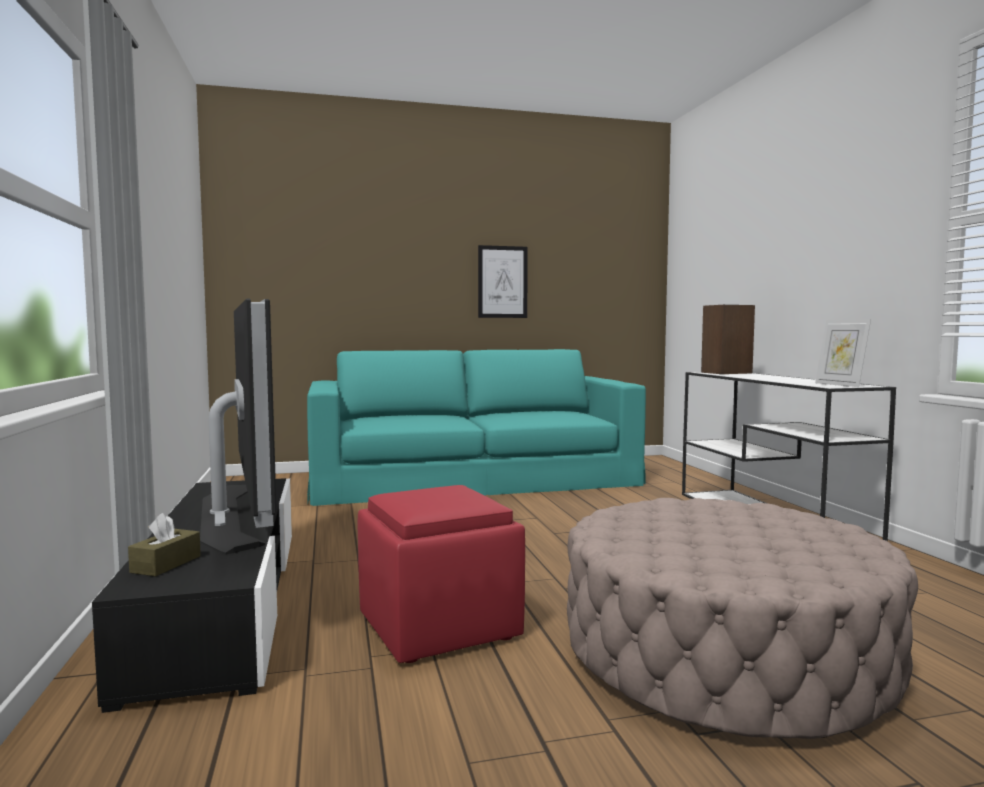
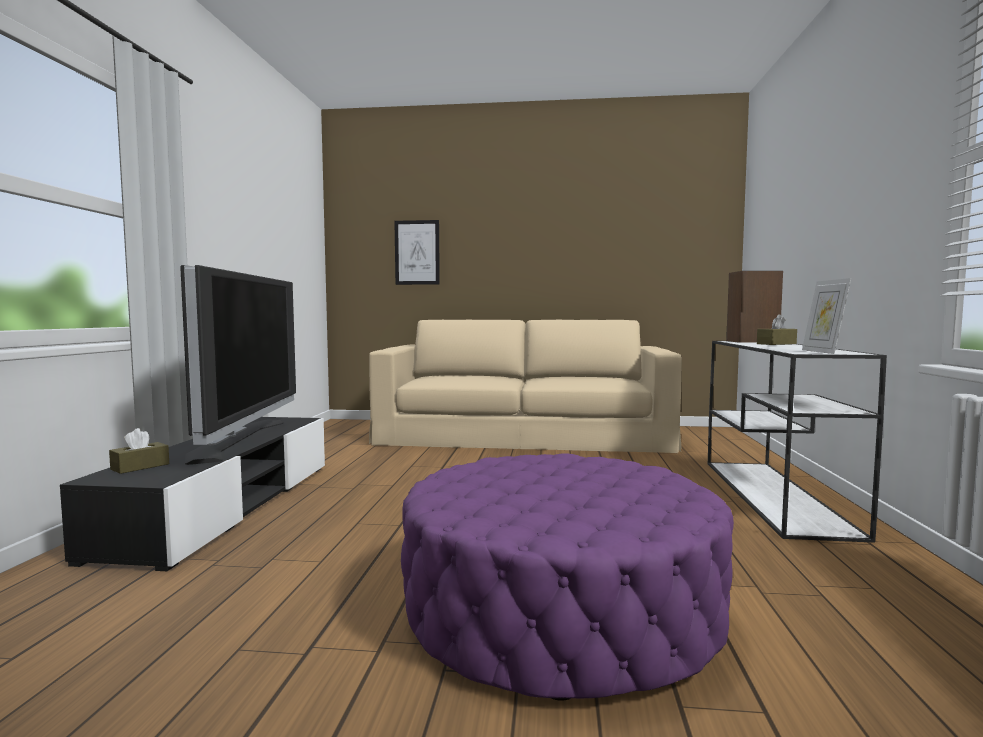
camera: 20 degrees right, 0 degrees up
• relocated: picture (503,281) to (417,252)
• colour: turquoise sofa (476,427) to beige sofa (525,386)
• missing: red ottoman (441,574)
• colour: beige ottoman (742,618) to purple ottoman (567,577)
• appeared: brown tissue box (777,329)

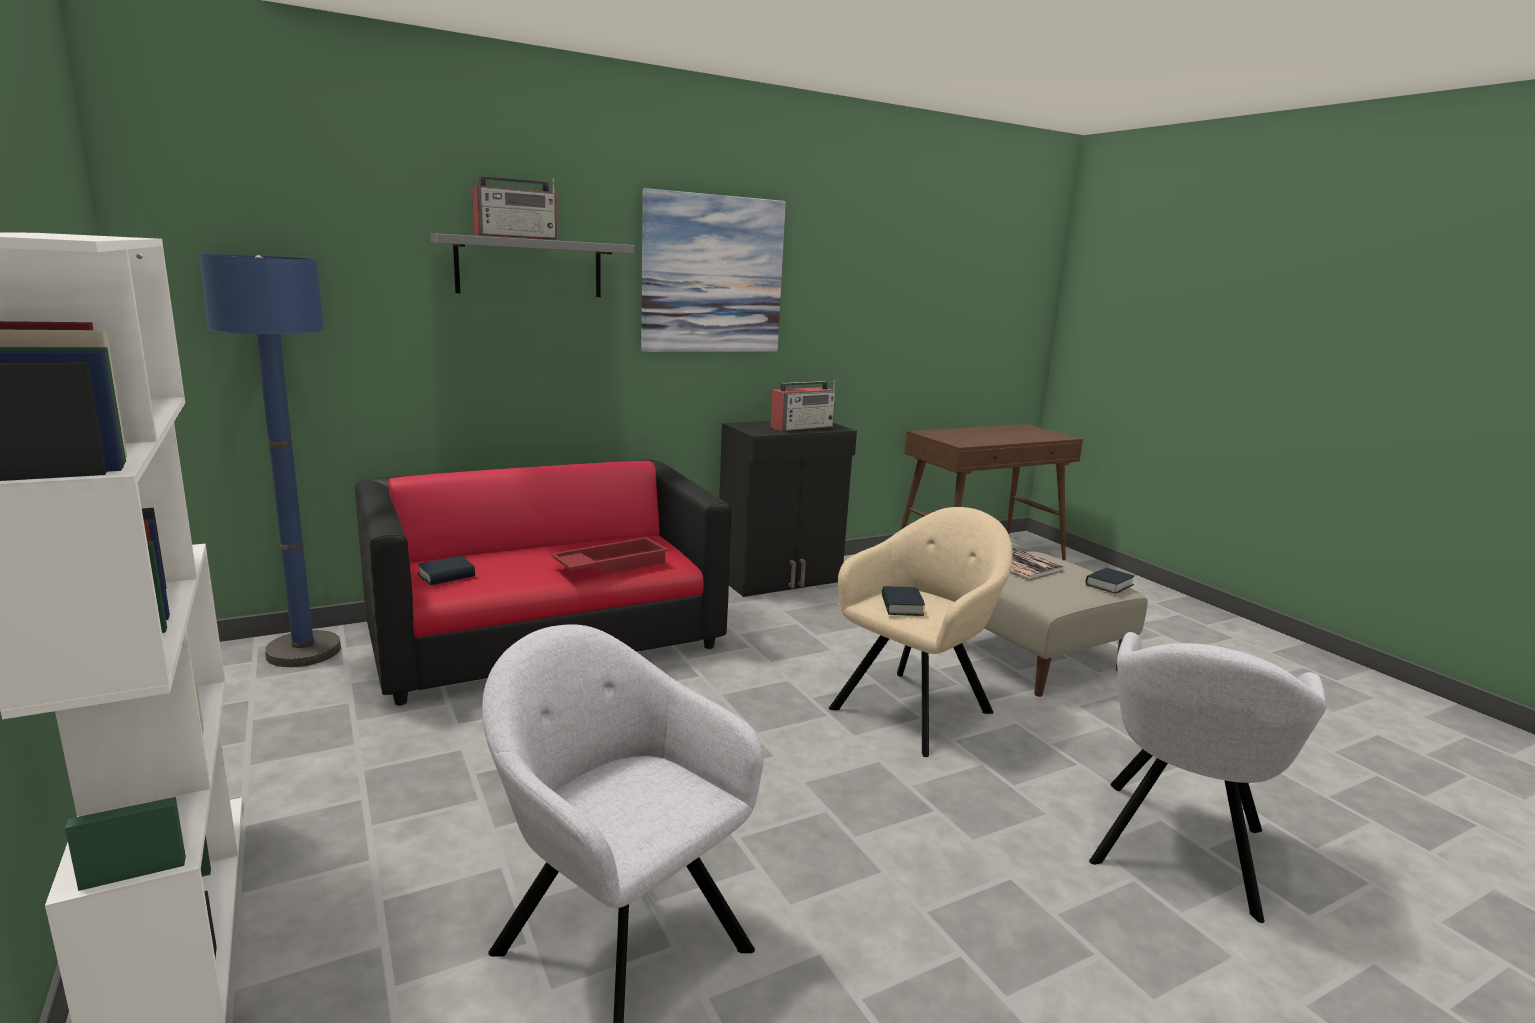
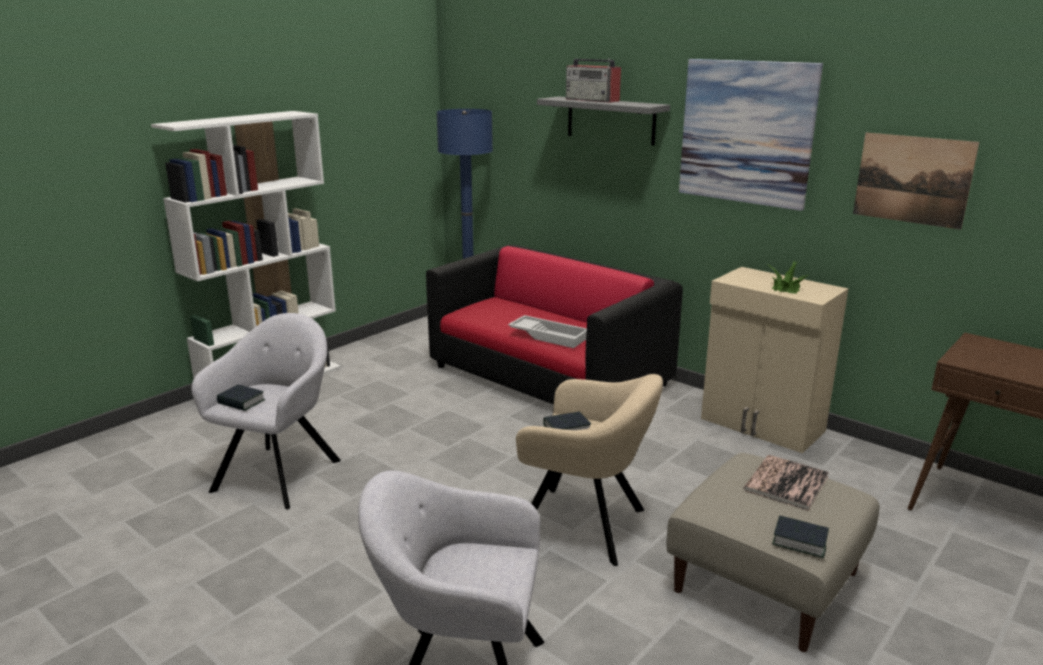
camera: 70 degrees right, 5 degrees up
• exchanged: radio (802,405) to potted plant (788,277)
• colour: black cabinet (788,509) to beige cabinet (775,360)
• colour: red tray (609,555) to white tray (547,331)
• relocated: book (446,570) to (241,398)
• appeared: picture (916,181)

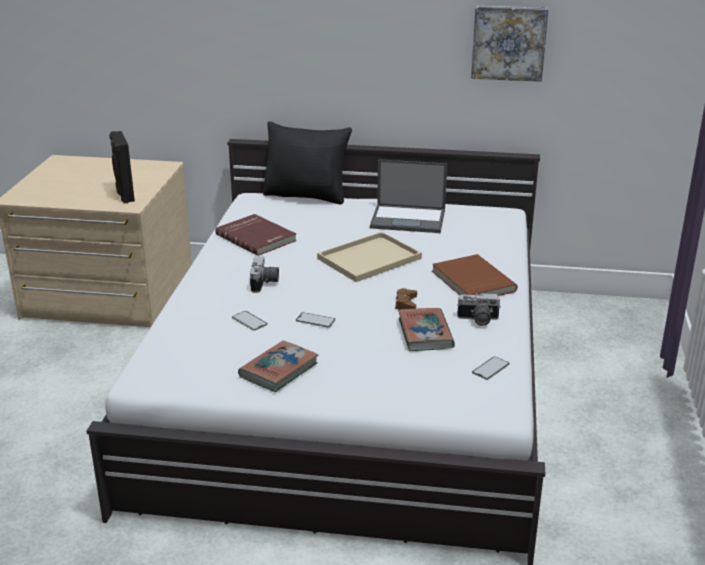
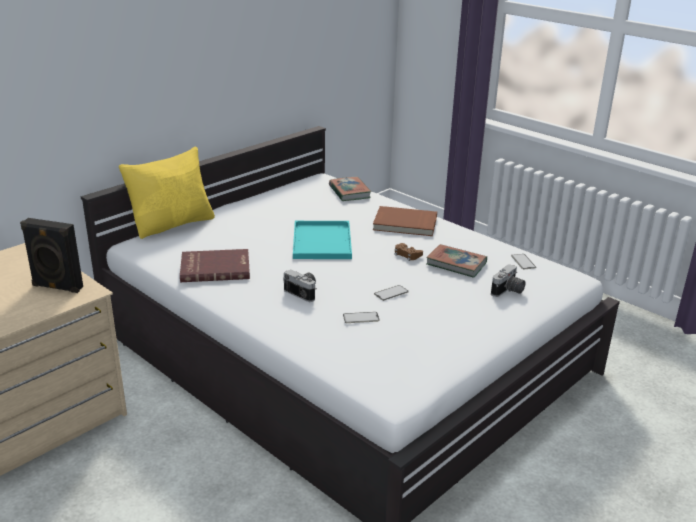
camera: 55 degrees left, 0 degrees up
• missing: picture (509,44)
• colour: black pillow (307,163) to yellow pillow (167,192)
• missing: laptop (408,196)
• colour: beige tray (369,257) to turquoise tray (322,240)
• relocated: photo camera (479,309) to (508,280)
• relocated: book (278,366) to (350,189)

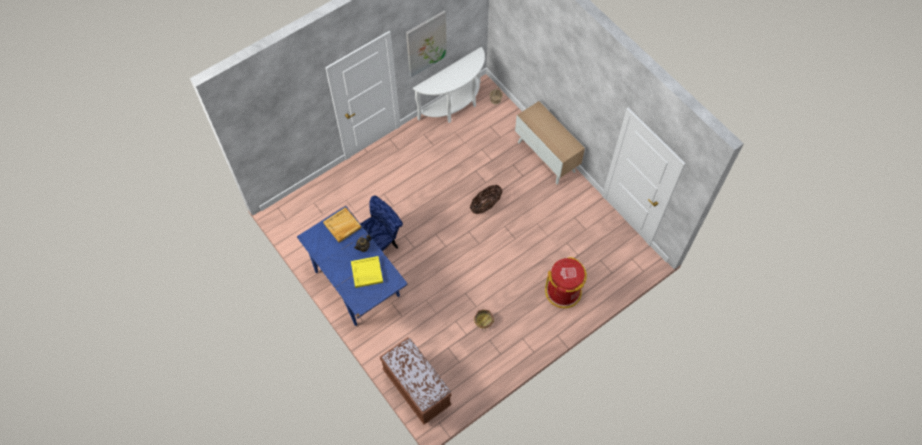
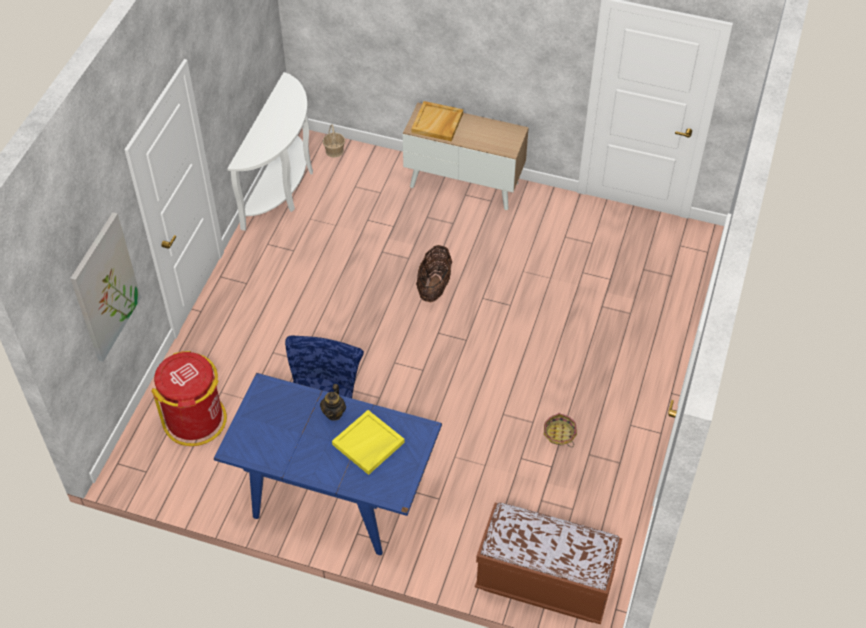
camera: 35 degrees left, 10 degrees down
• relocated: picture (426,44) to (105,287)
• relocated: beige tray (342,224) to (437,121)
• relocated: red trash can (566,282) to (189,398)

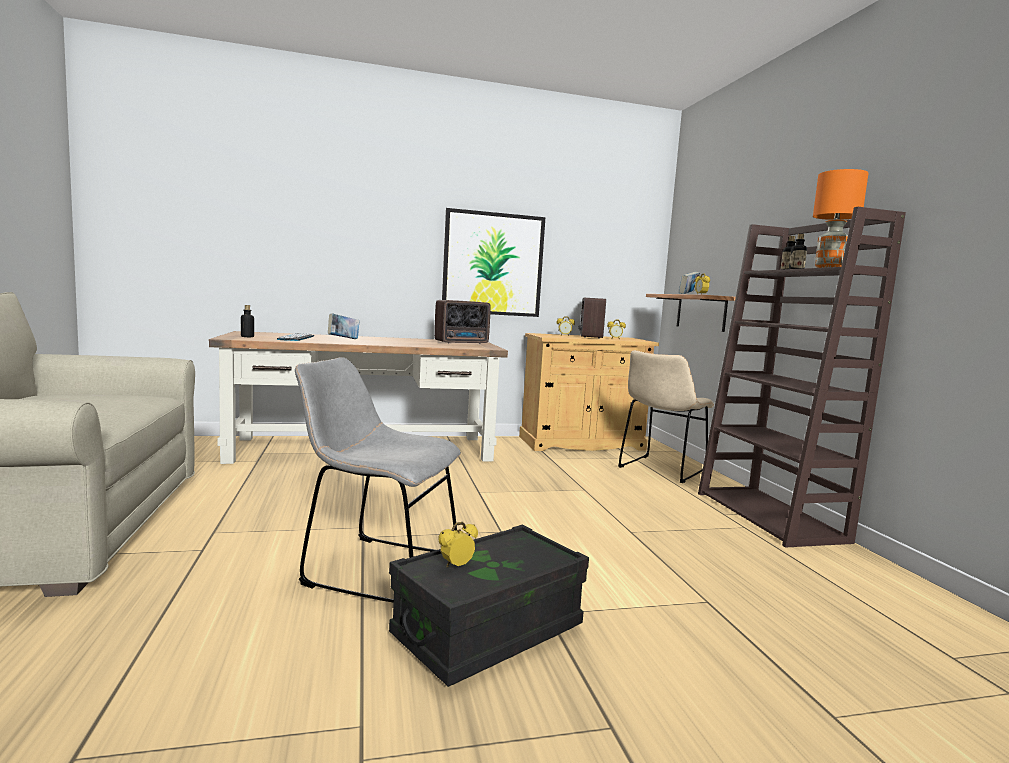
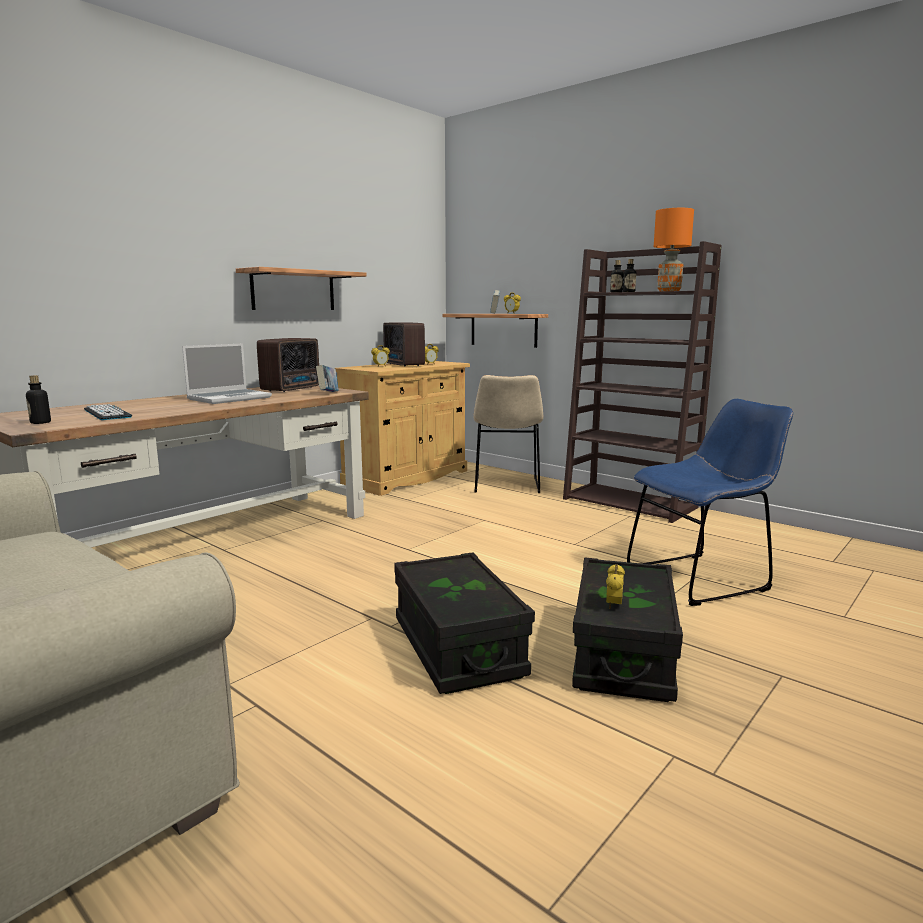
camera: 35 degrees left, 5 degrees up
• exchanged: picture (493,262) to shelf (301,288)
• relocated: book (344,326) to (327,378)
• exchanged: grey chair (378,480) to black storage box (464,623)
• appeared: laptop (227,373)
• appeared: blue chair (710,502)

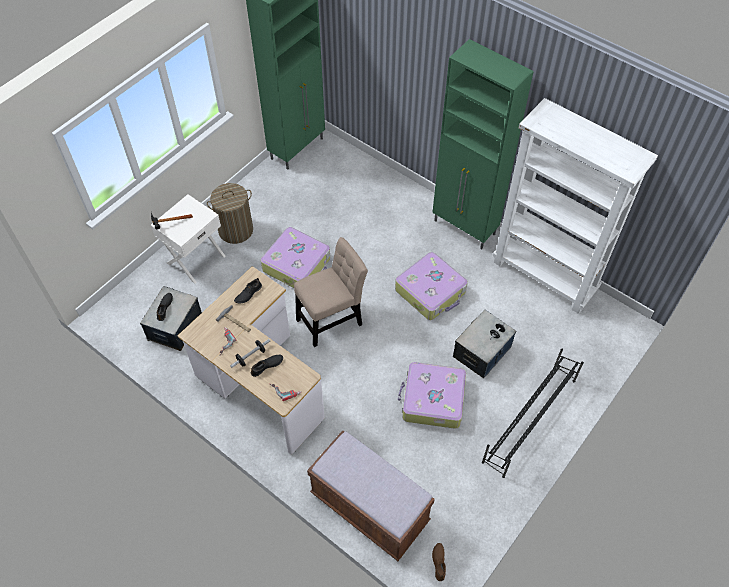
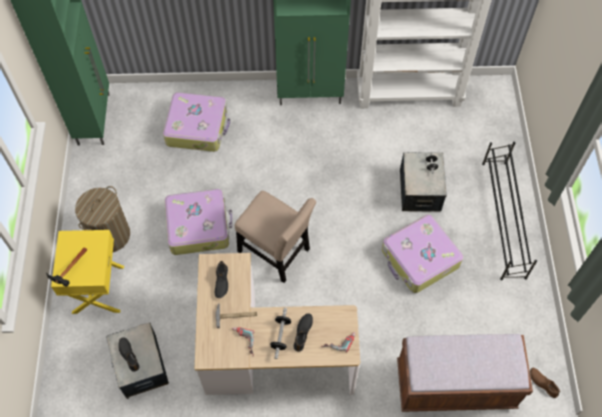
camera: 40 degrees left, 5 degrees up
• colour: white nightstand (188,238) to yellow nightstand (87,272)
• spun: beige chair (331,292) = (275,237) 105 degrees clockwise
• relocated: suitcase (431,286) to (196,122)

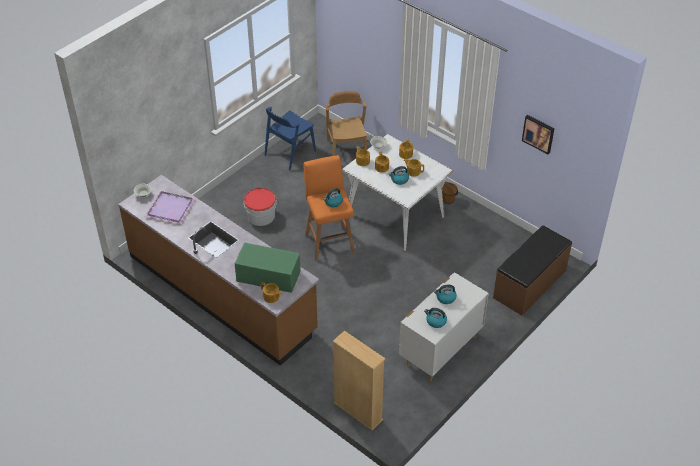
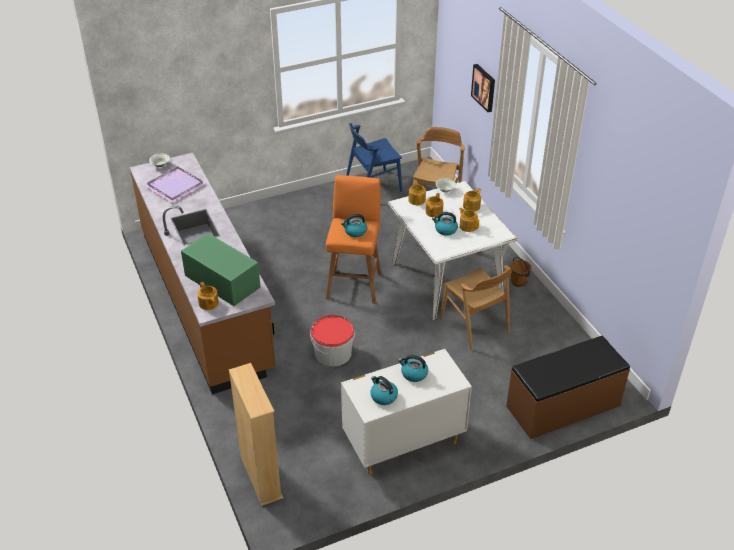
camera: 25 degrees right, 5 degrees down
• relocated: picture (538,134) to (483,88)
• relocated: bucket (260,207) to (332,340)
• appeared: brown chair (476,308)

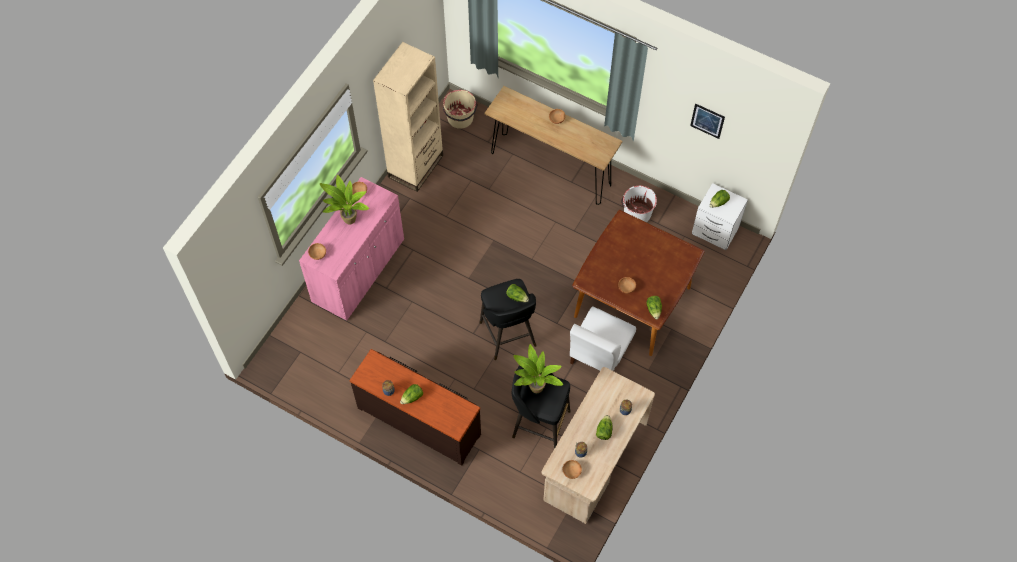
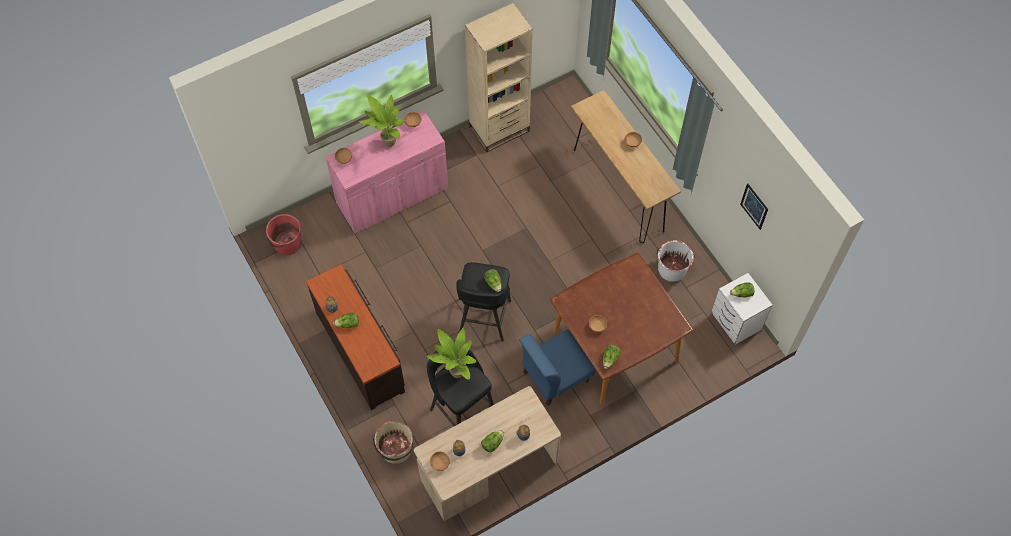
camera: 30 degrees right, 0 degrees up
• relocated: beige bucket (460,109) to (393,442)
• colour: white chair (603,338) to blue chair (557,368)
• appeared: red bucket (284,234)

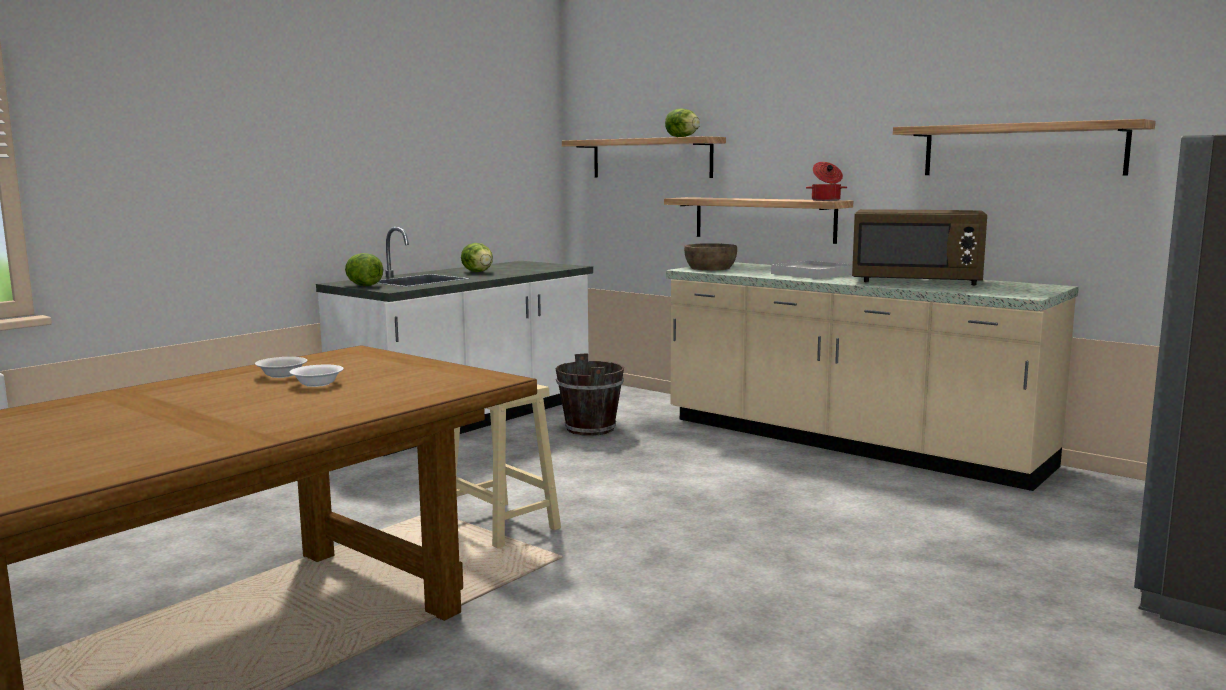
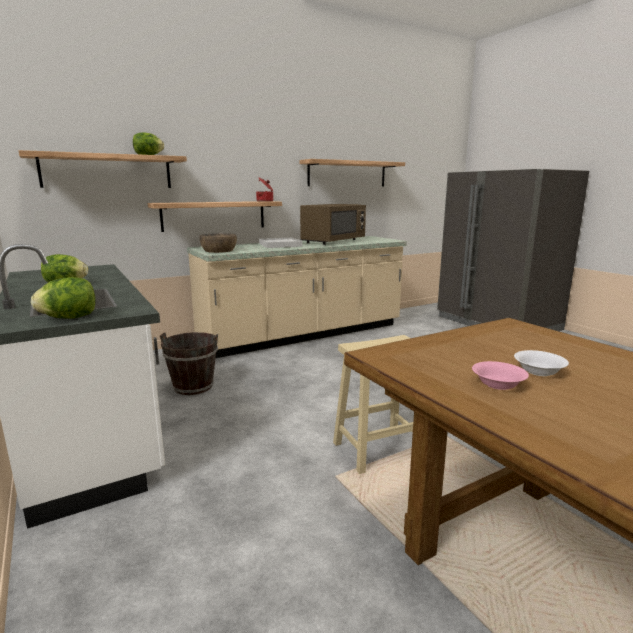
camera: 70 degrees left, 5 degrees up
• colour: white bowl (281,367) to pink bowl (500,375)

